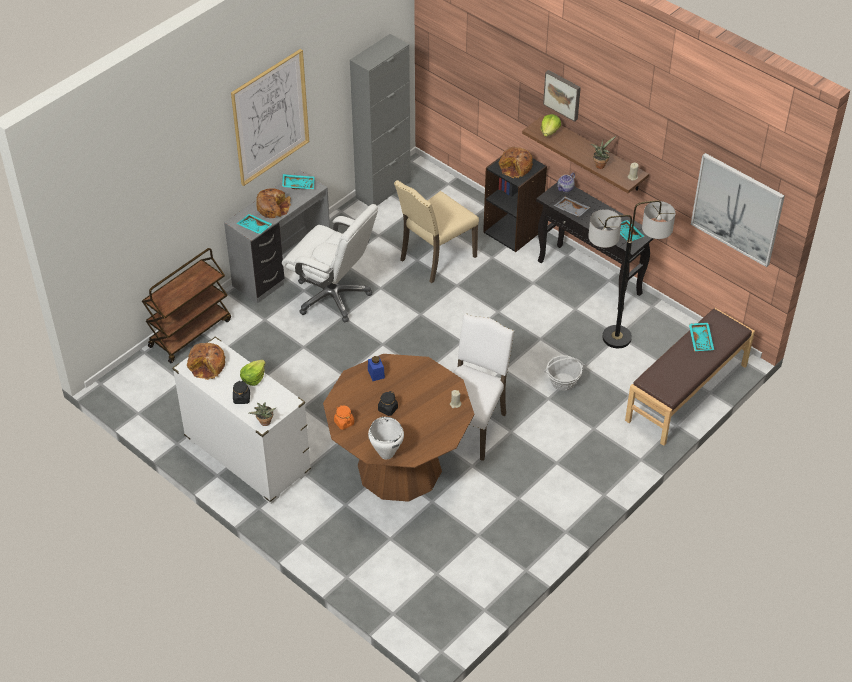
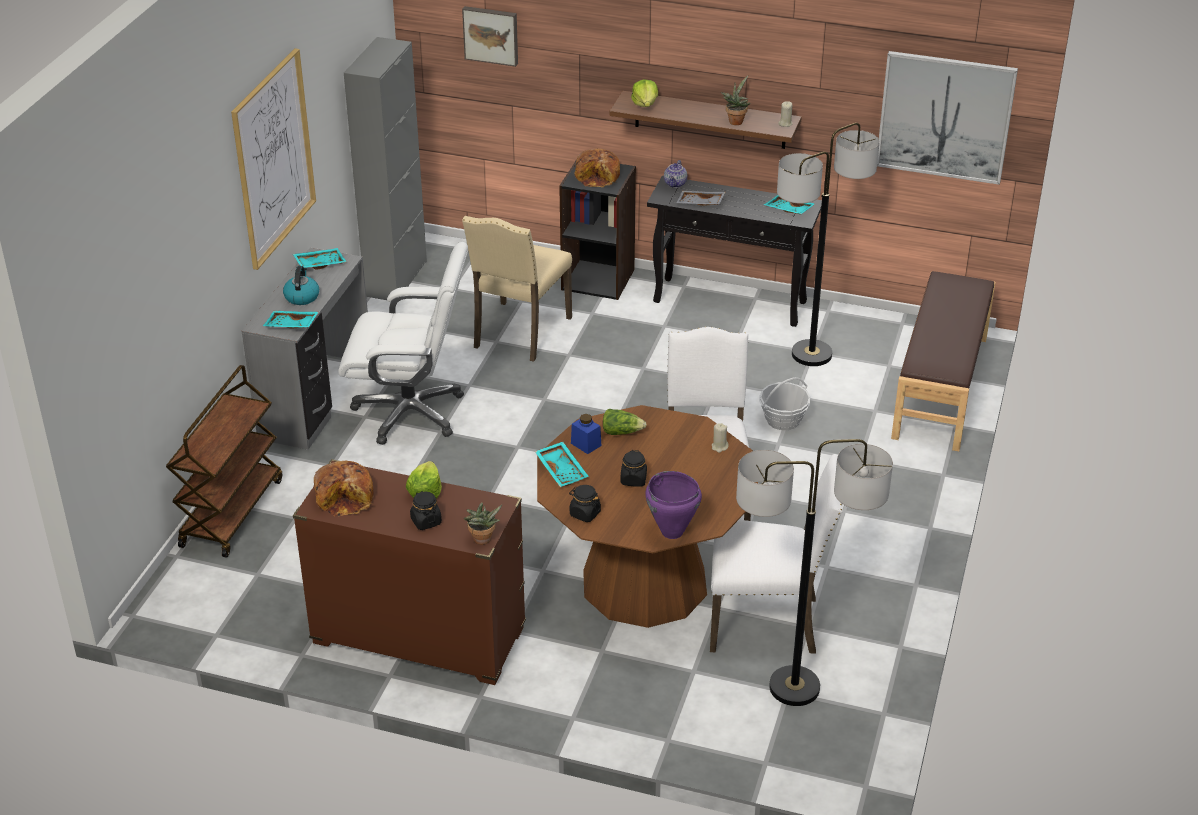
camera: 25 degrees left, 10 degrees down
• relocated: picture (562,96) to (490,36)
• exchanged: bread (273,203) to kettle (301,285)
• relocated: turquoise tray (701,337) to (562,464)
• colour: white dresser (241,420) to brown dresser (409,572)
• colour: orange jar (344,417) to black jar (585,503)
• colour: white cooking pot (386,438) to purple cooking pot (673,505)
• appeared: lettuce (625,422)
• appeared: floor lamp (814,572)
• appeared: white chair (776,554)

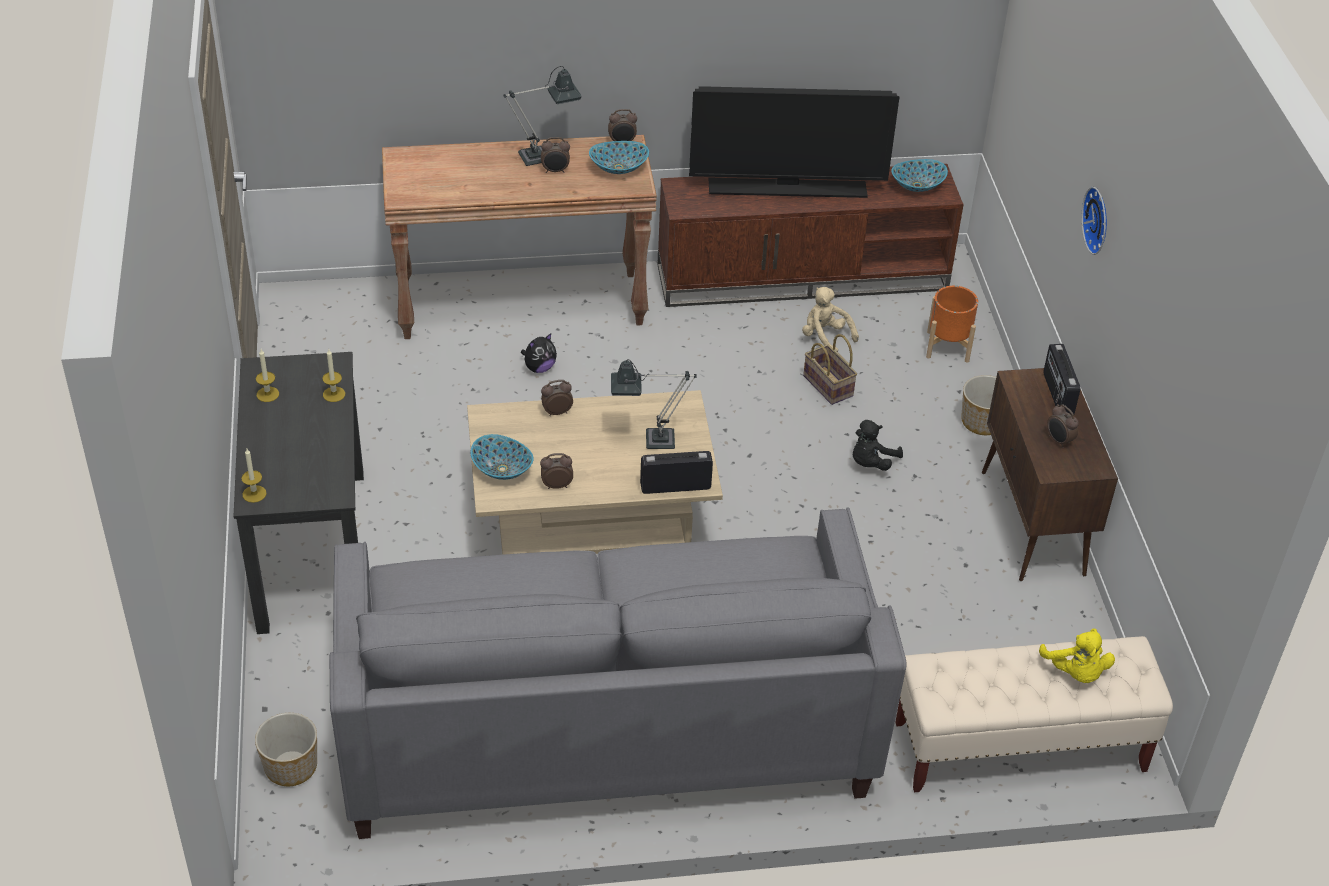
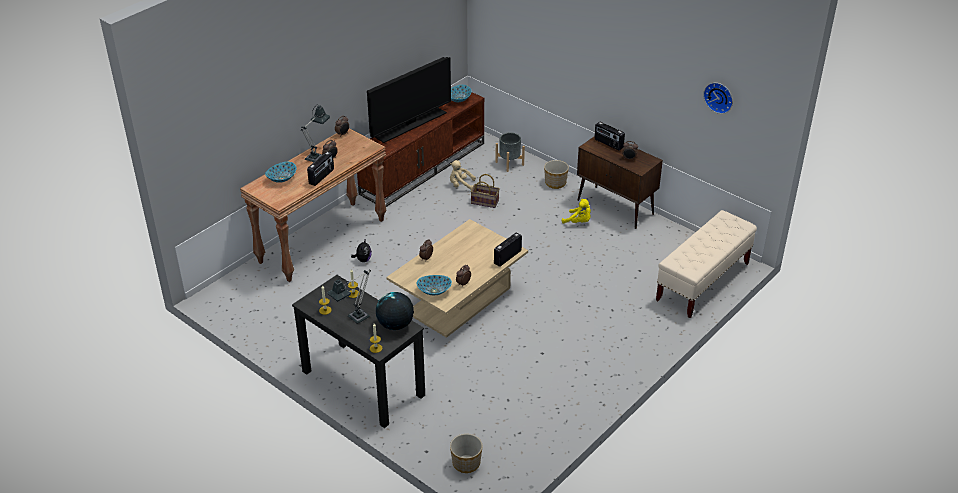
camera: 40 degrees left, 5 degrees down
• relocated: bowl (619,157) to (281,172)
• relocated: wall clock (1094,221) to (718,98)
• colour: orange planter (952,324) to grey planter (510,152)
• relocated: table lamp (654,404) to (349,297)
• missing: black plush toy (878,445)
• missing: grey sofa (618,673)
• relocated: yellow plush toy (1077,655) to (576,211)
• appeared: radio (320,169)
• appeared: globe (395,311)

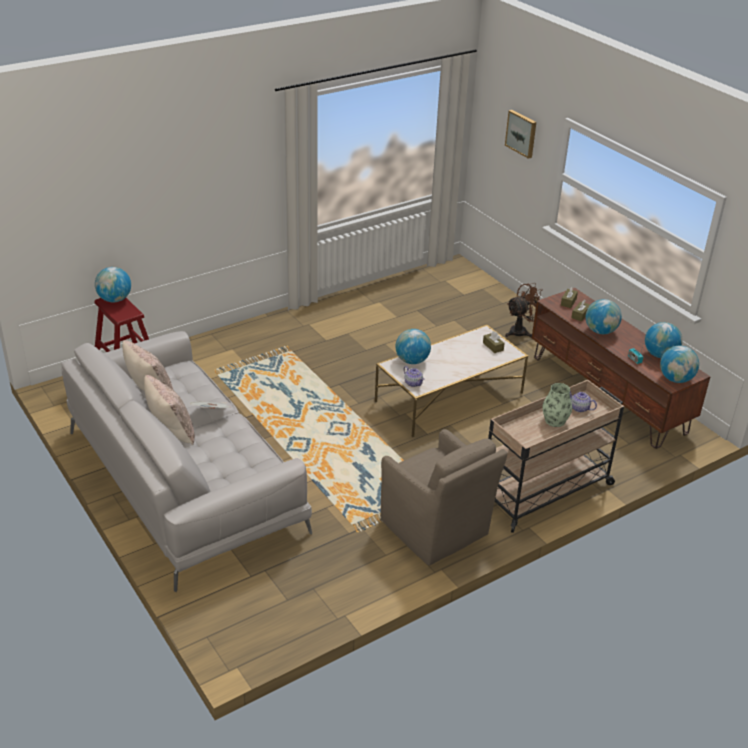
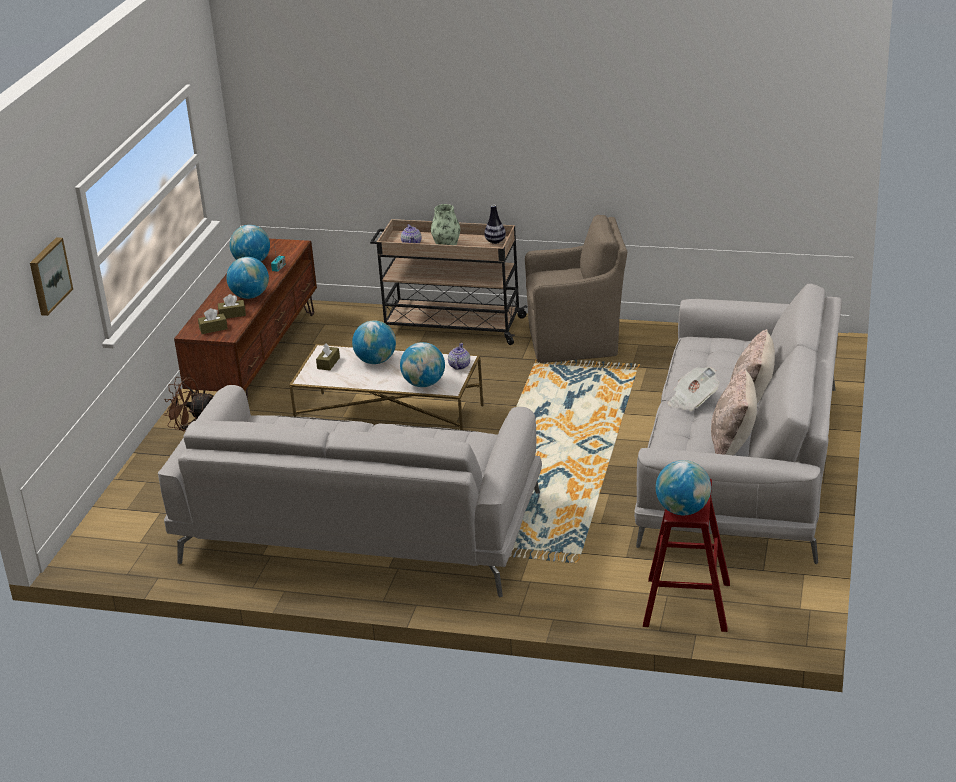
camera: 130 degrees left, 5 degrees down
• relocated: globe (679,364) to (374,342)
• spun: brown armchair (444,497) = (576,289) 75 degrees clockwise
• appeared: vase (495,224)
• appeared: grey sofa (350,491)

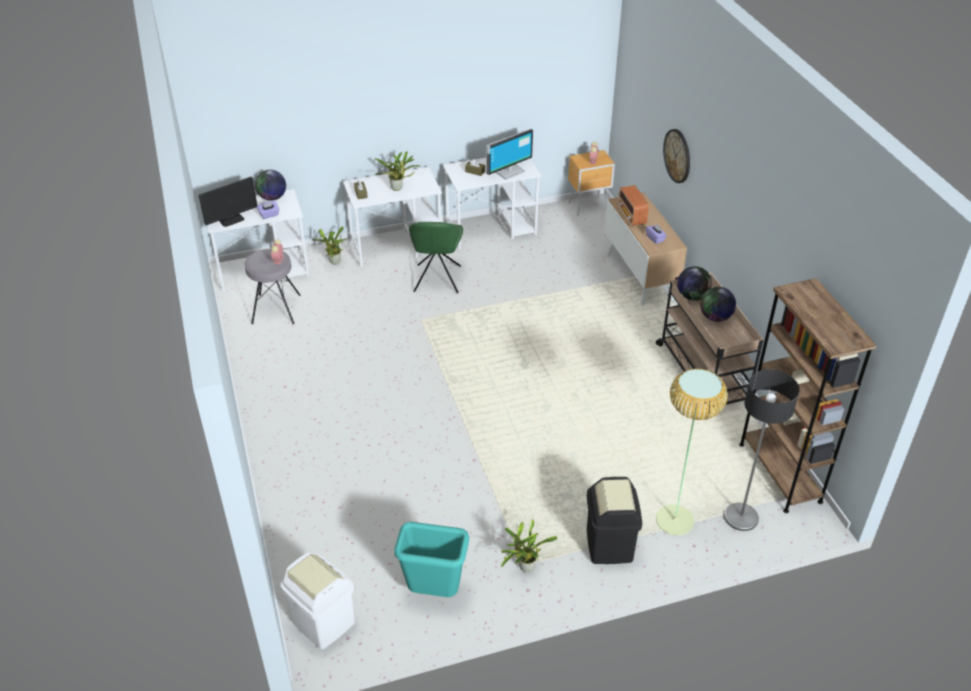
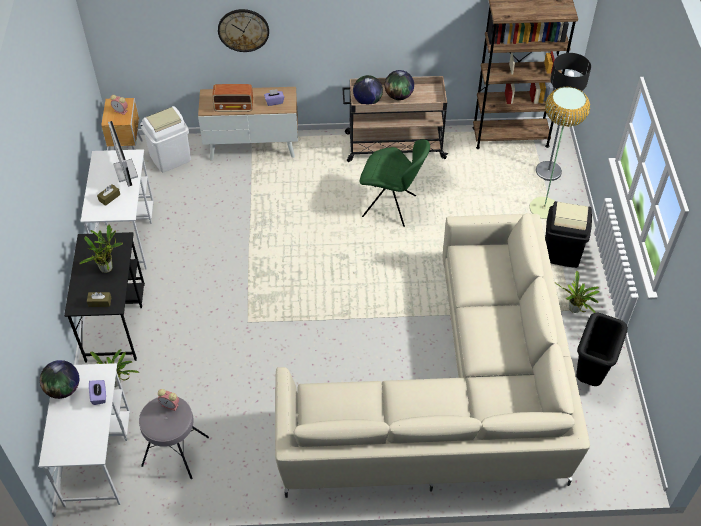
camera: 75 degrees left, 10 degrees up
• colour: white desk (392,217) to black desk (104,297)
• missing: monitor (228,201)
• relocated: green chair (436,257) to (395,183)
• colour: turquoise trash can (431,559) to black trash can (602,349)
• relocated: white trash can (317,600) to (165,139)
• appeared: beige sofa (432,355)

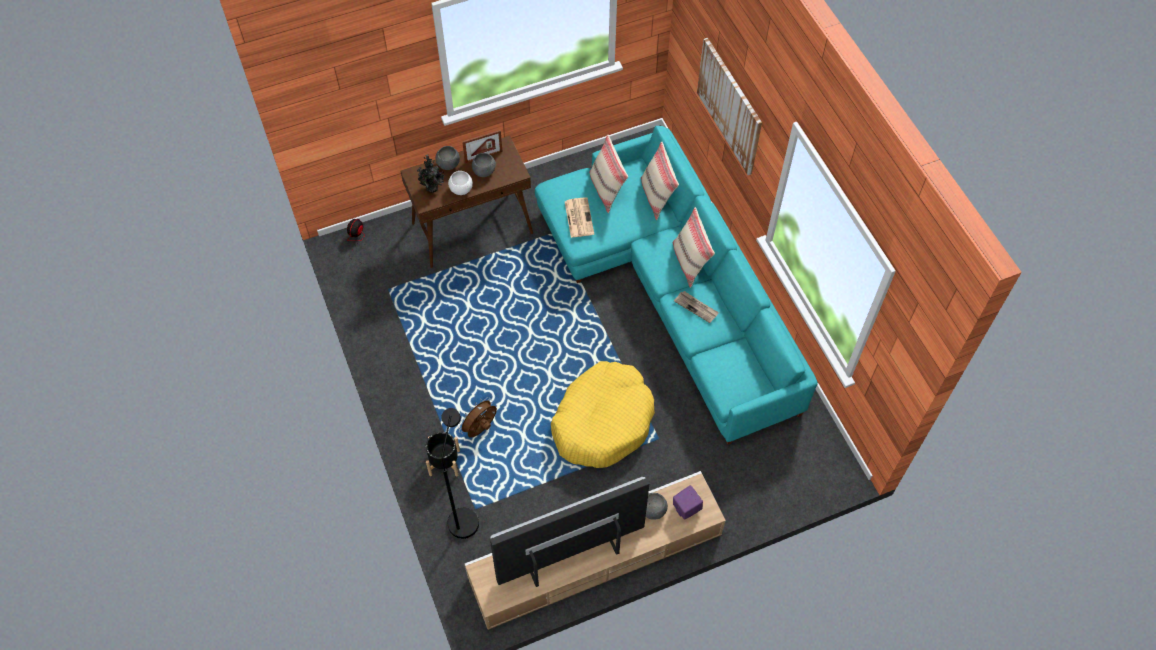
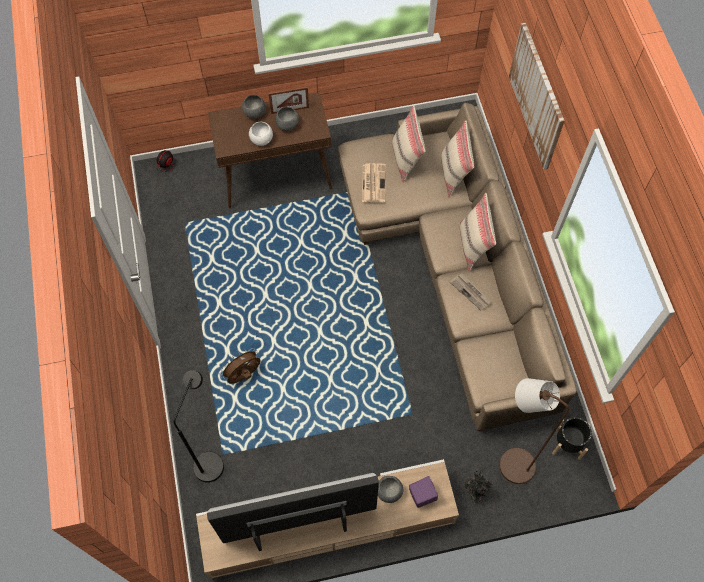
camera: 10 degrees right, 5 degrees up
• colour: turquoise sofa (676,285) to beige sofa (457,267)
• relocated: potted plant (431,173) to (478,486)
• missing: yellow dog bed (603,414)
• relocated: black planter (443,454) to (572,438)
• appeared: brown floor lamp (534,431)

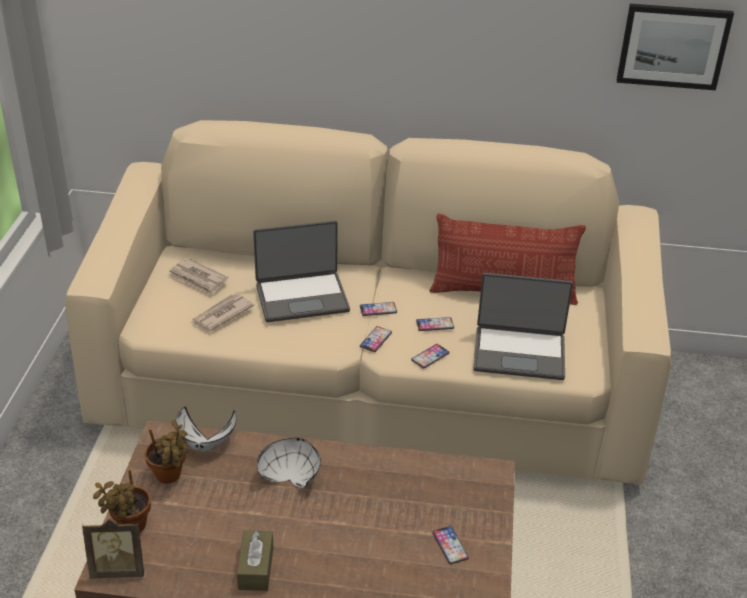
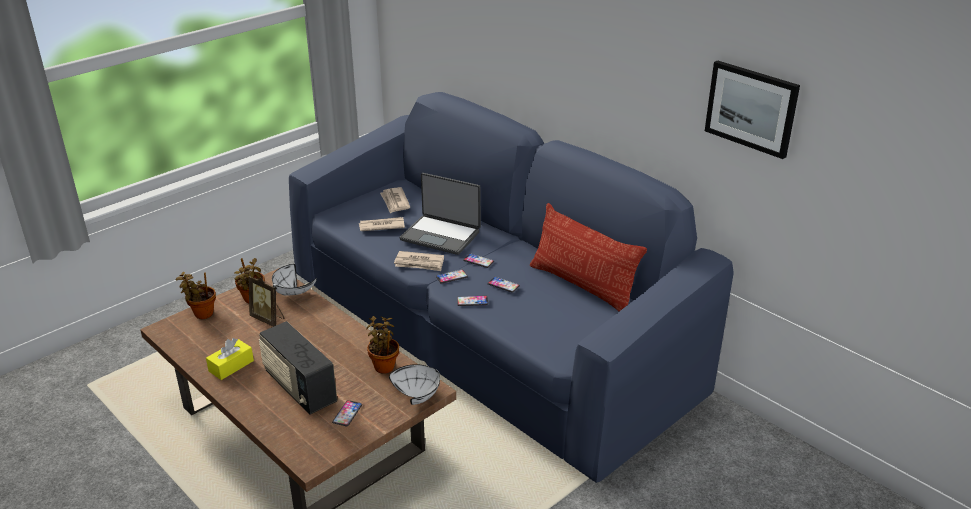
camera: 40 degrees right, 5 degrees down
• colour: beige sofa (368,302) to blue sofa (511,287)
• missing: laptop (523,326)
• relocated: white bowl (289,463) to (414,384)
• relocated: picture frame (113,549) to (266,301)
• colour: brown tissue box (255,560) to yellow tissue box (230,359)
• appeared: newspaper (419,261)
• appeared: potted plant (383,345)
• appeared: radio (298,367)

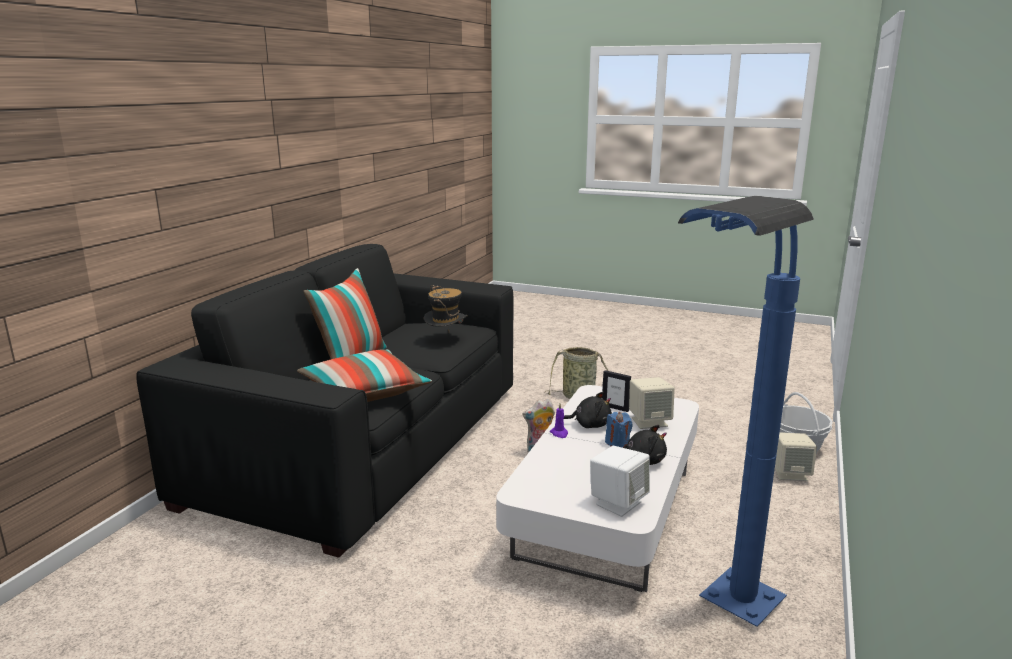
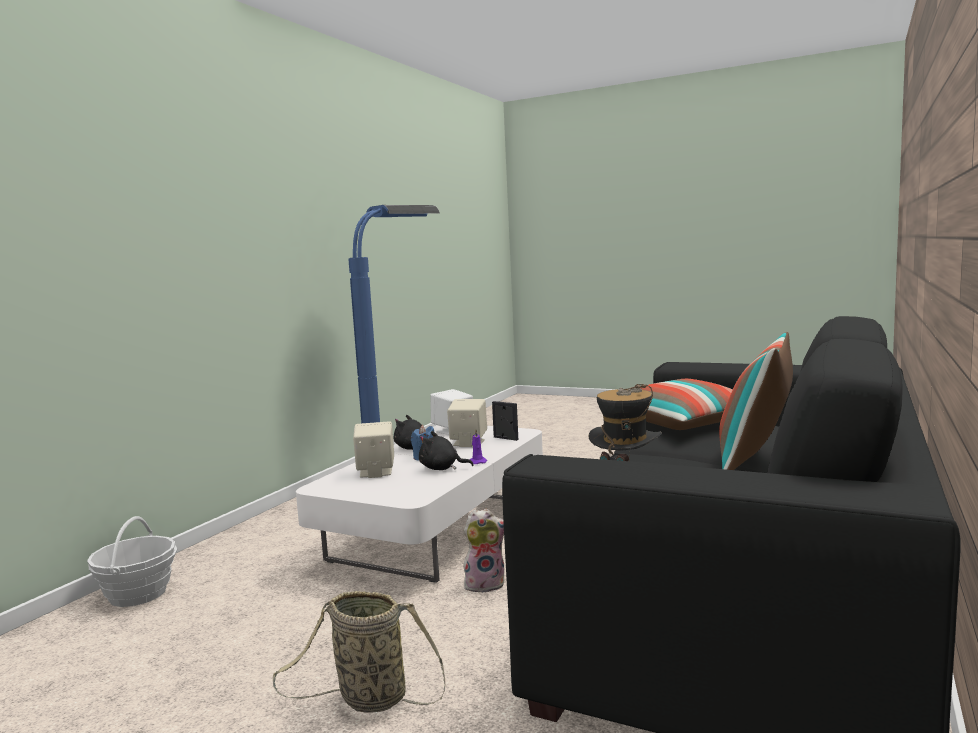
camera: 175 degrees left, 10 degrees down
• relocated: picture frame (616,391) to (505,421)
• relocated: beige speaker (796,456) to (467,423)

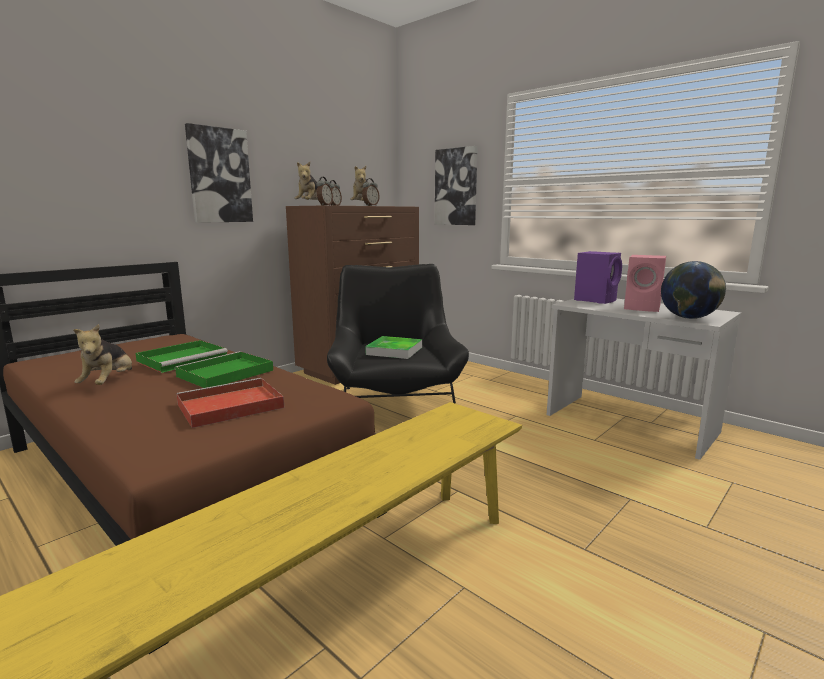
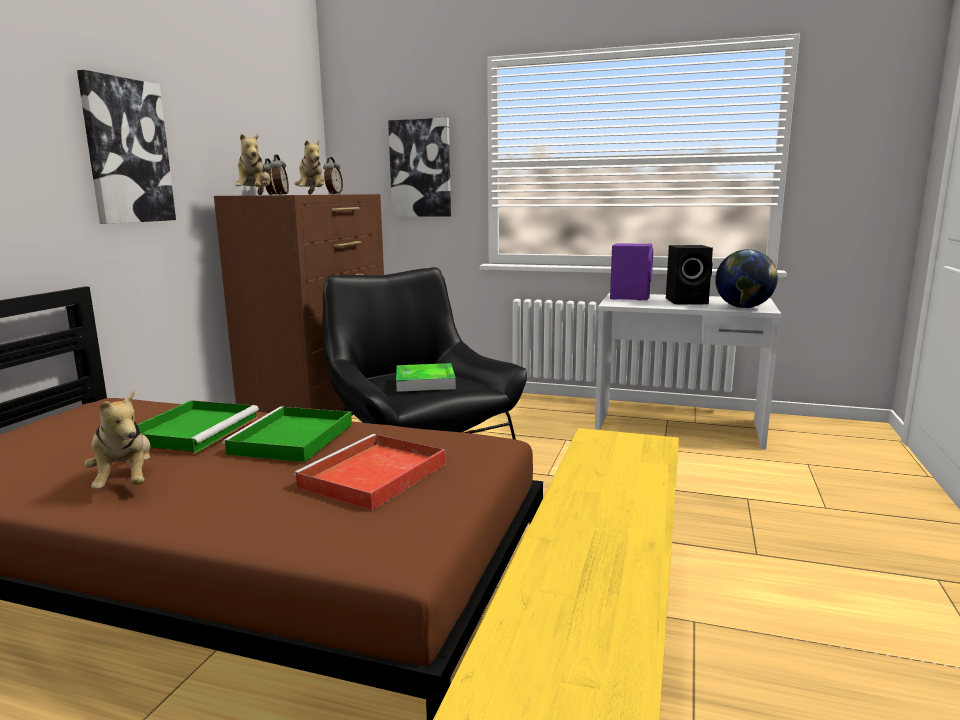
camera: 25 degrees left, 0 degrees up
• colour: pink speaker (645,283) to black speaker (689,275)

